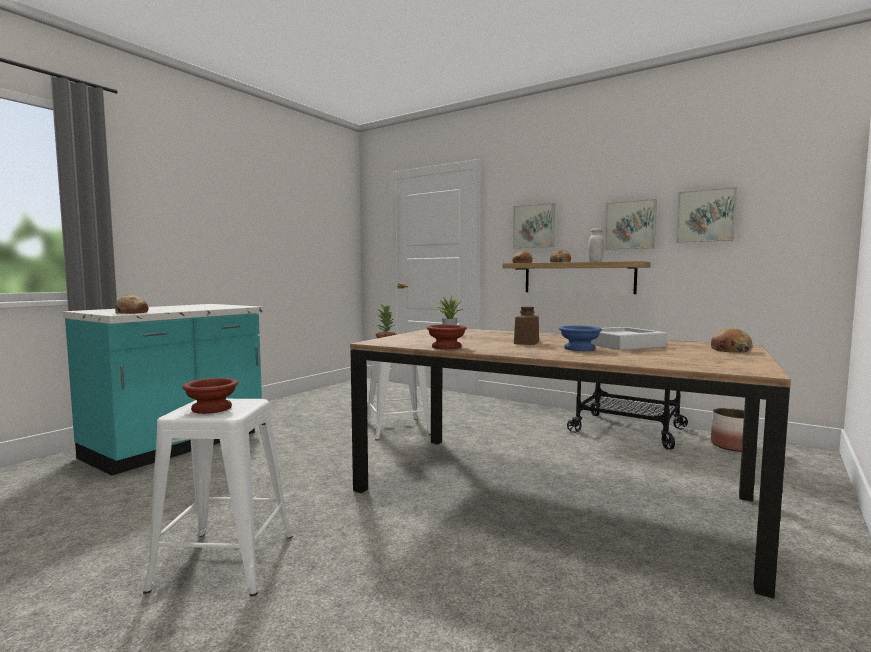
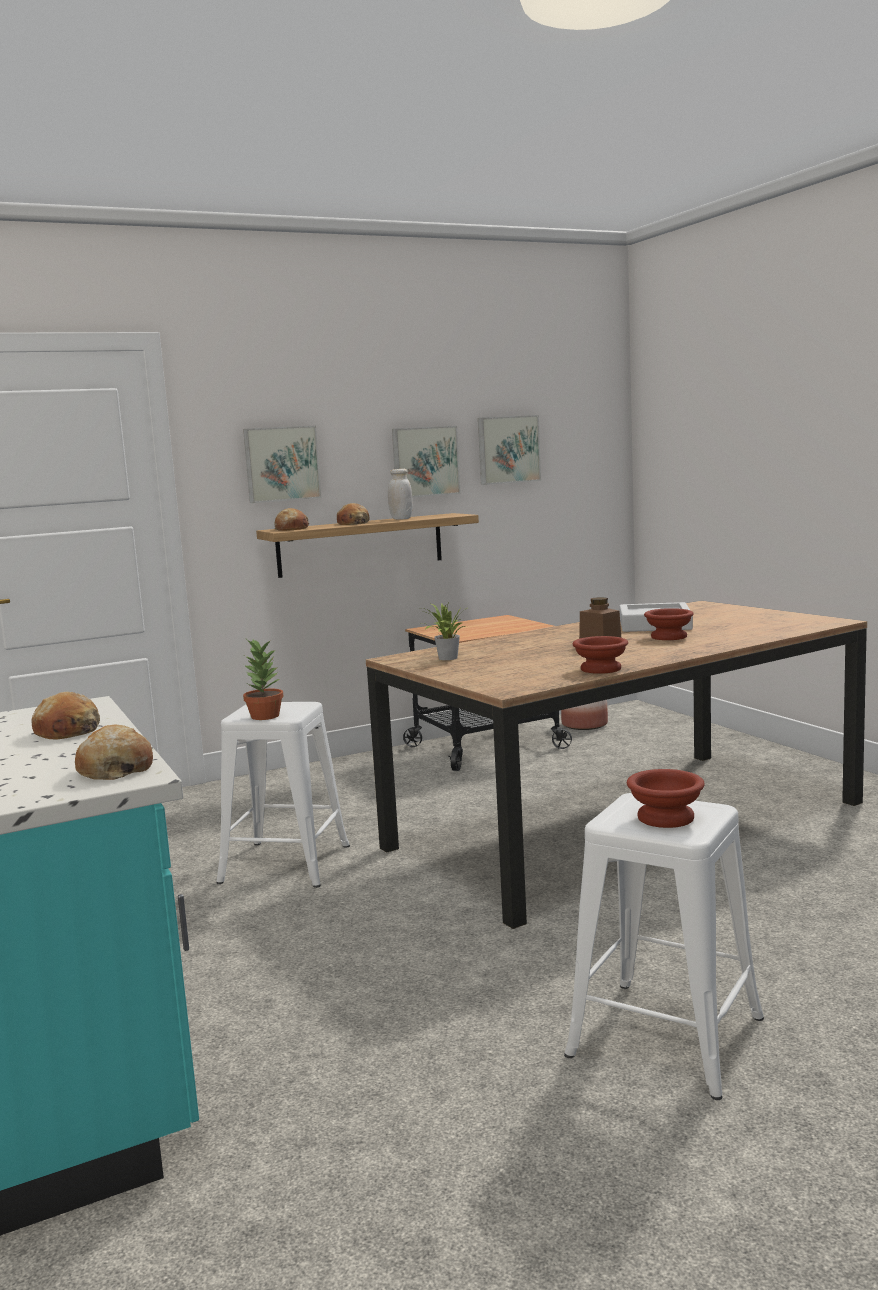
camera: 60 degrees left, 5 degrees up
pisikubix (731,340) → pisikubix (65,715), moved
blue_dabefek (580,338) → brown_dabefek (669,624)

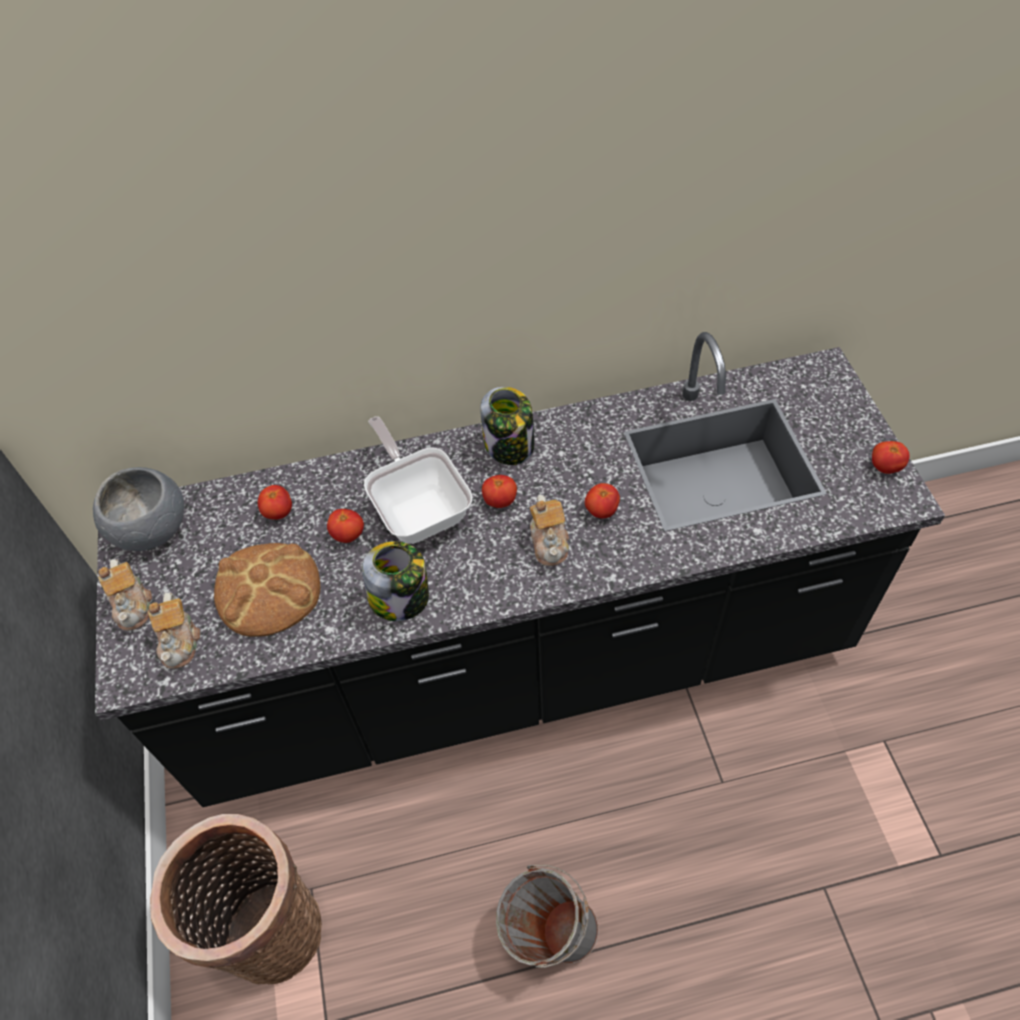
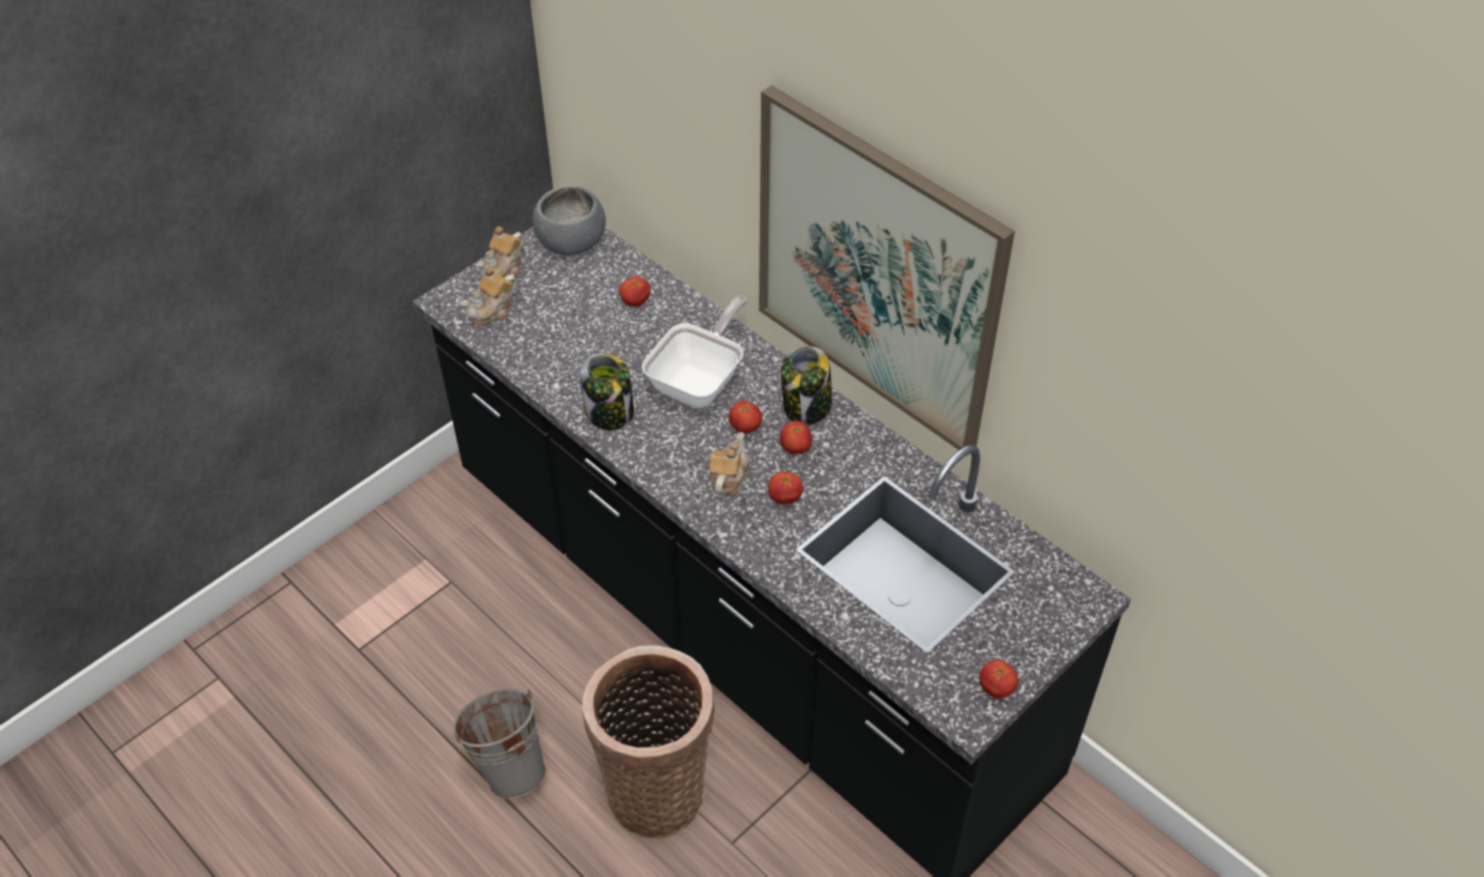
camera: 55 degrees right, 5 degrees down
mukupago (236,899) → mukupago (648,742), moved
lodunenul (549,530) → lodunenul (728,464), 150 degrees clockwise
- → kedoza (887,270)
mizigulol (345,526) → mizigulol (796,437), moved
pisikubix (267,590) → -

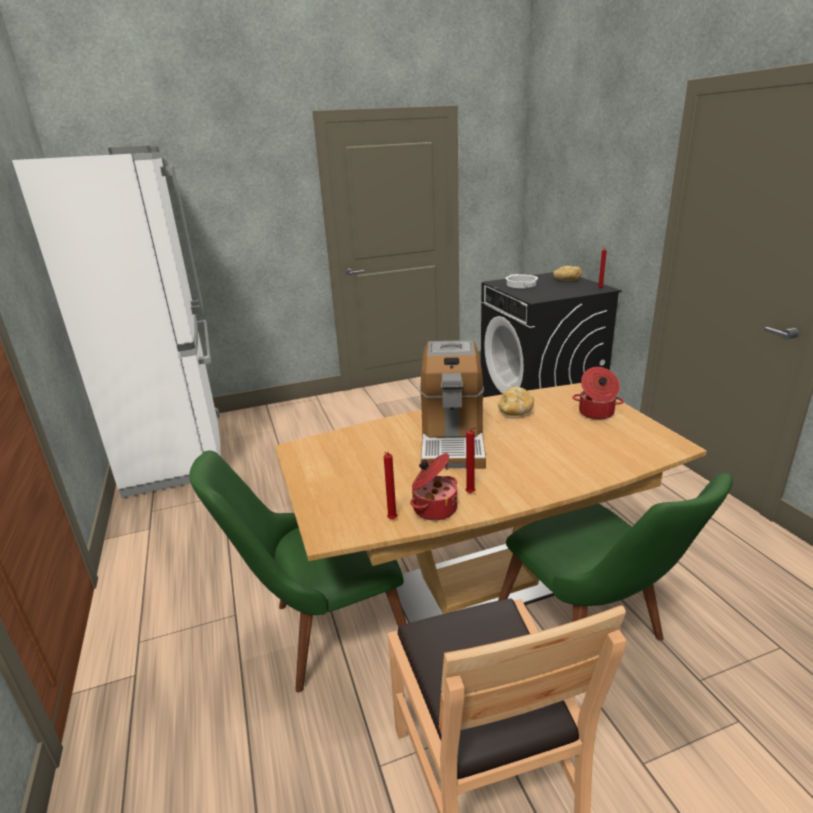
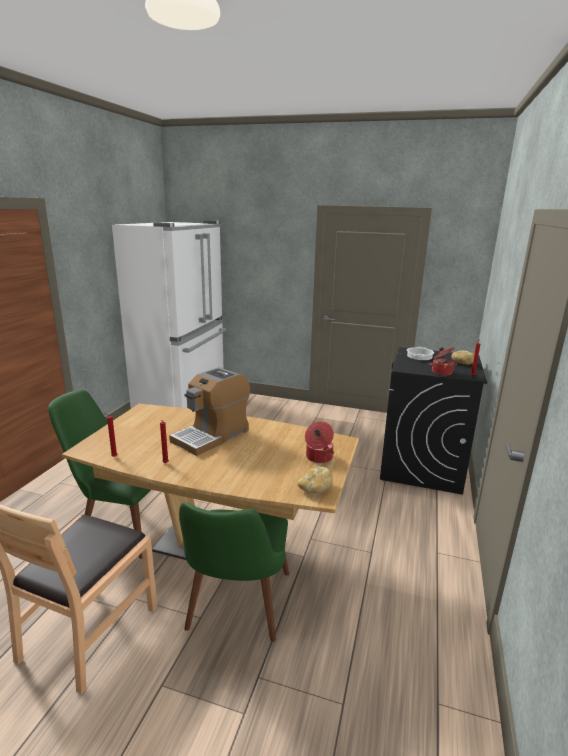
camera: 35 degrees right, 5 degrees down
pisikubix (516,401) → pisikubix (315,480), moved
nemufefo (433,487) → nemufefo (443,361), moved

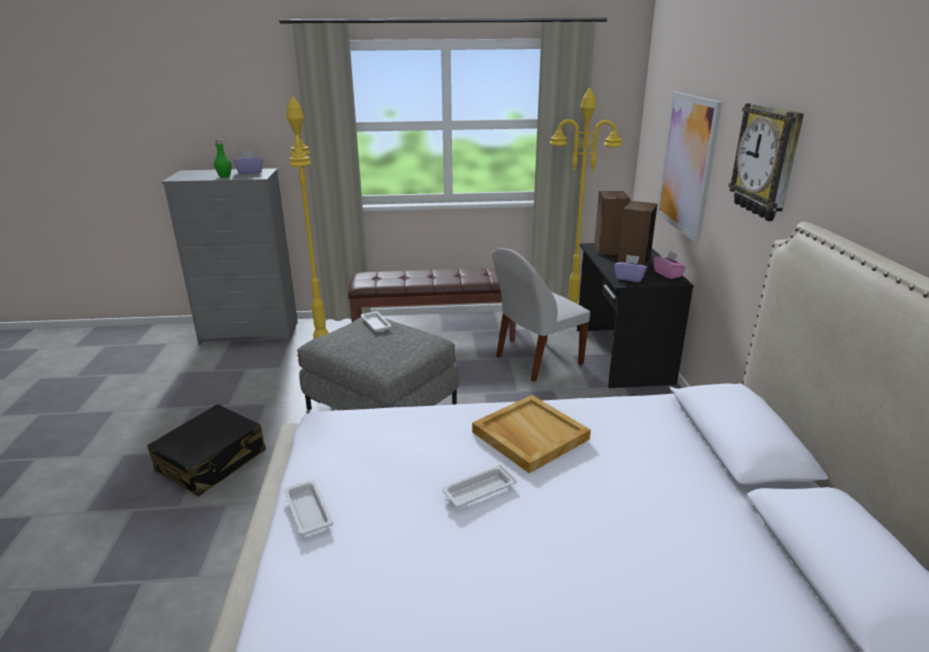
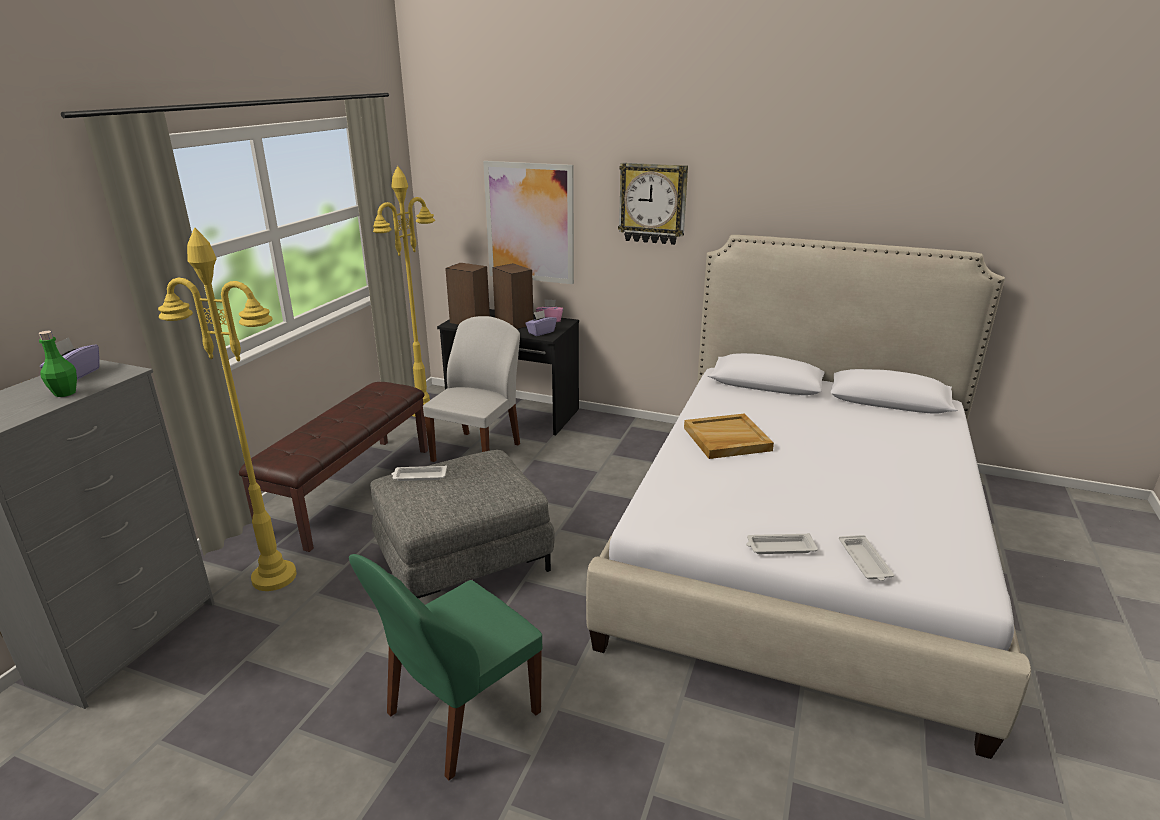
camera: 65 degrees left, 0 degrees up
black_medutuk (206,450) → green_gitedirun (445,667)
white_gitedirun (541,315) → white_gitedirun (471,389), 150 degrees counterclockwise
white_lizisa (479,486) → white_lizisa (866,558), moved

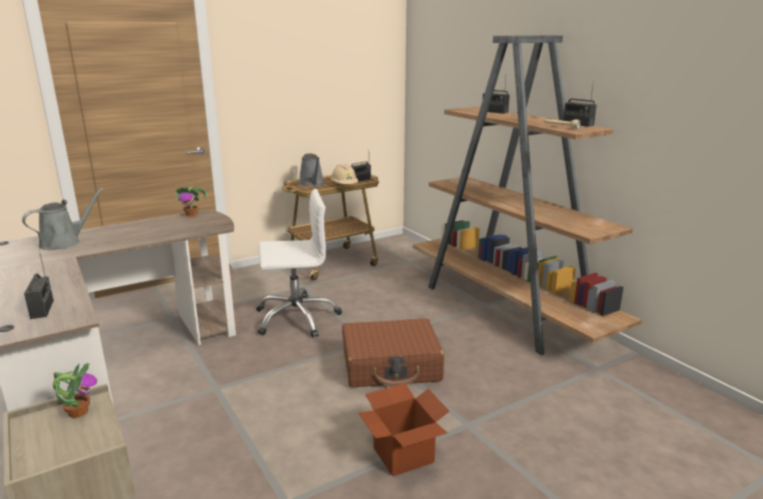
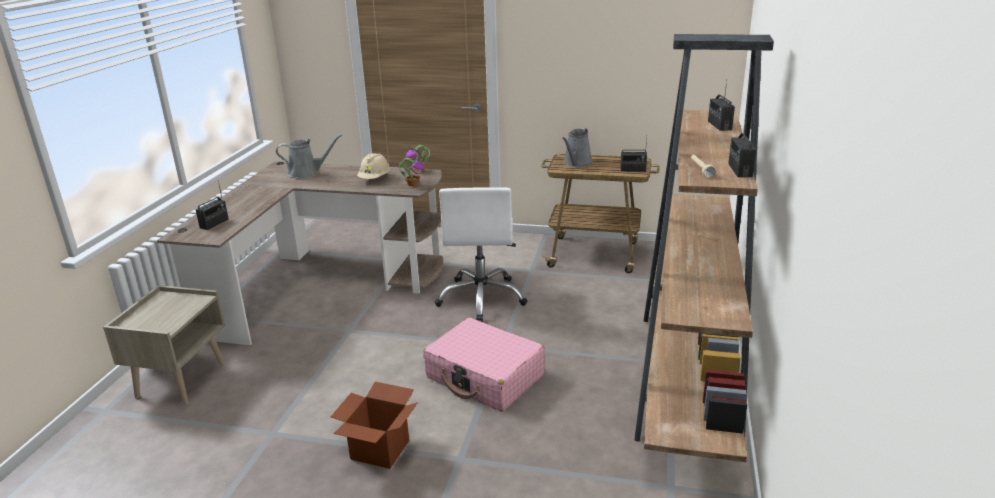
camera: 45 degrees right, 5 degrees up
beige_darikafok (344,174) → beige_darikafok (373,166), moved
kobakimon (75,390) → kobakimon (411,171), moved
brown_medutuk (393,353) → pink_medutuk (484,364)
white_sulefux (299,263) → white_sulefux (481,254), 60 degrees clockwise

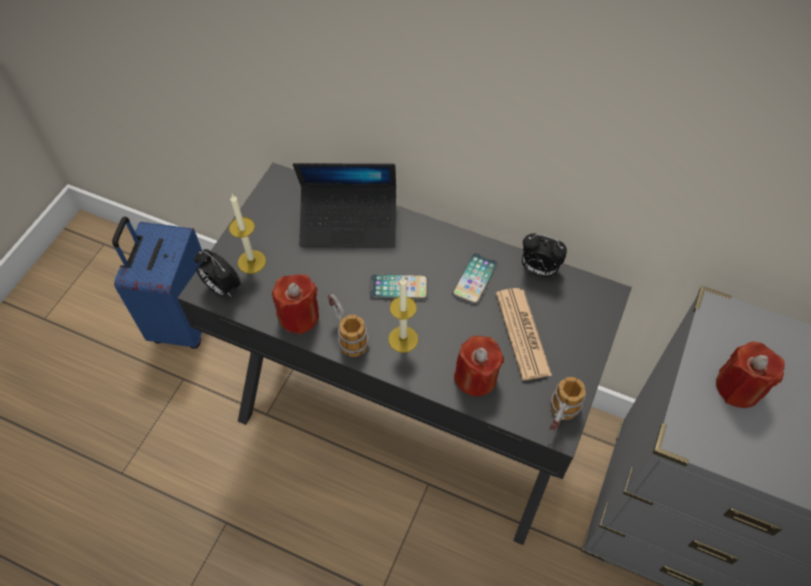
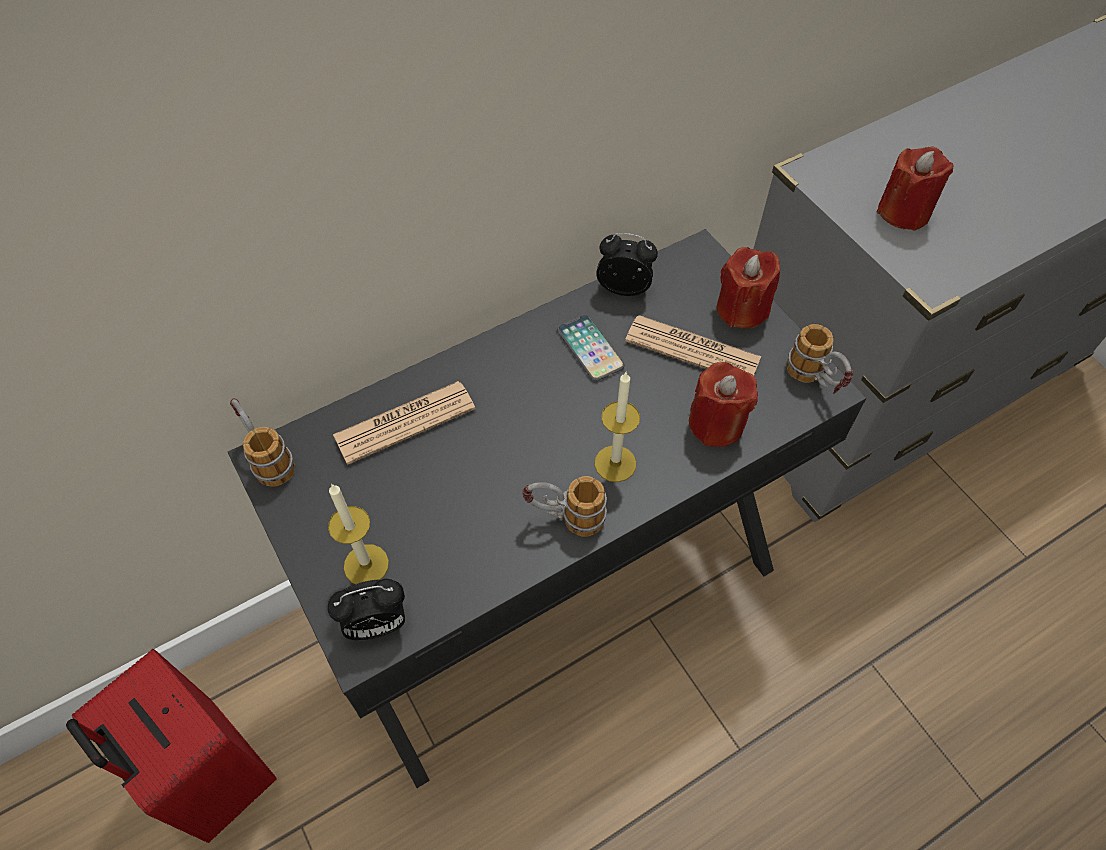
camera: 55 degrees left, 0 degrees up
blue_medutuk (157,283) → red_medutuk (171,746)
- → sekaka (262,442)
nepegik (344,205) → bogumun (404,423)
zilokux (544,255) → zilokux (627,264), 135 degrees counterclockwise
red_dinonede (295,304) → red_dinonede (748,288), moved
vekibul (398,287) → -

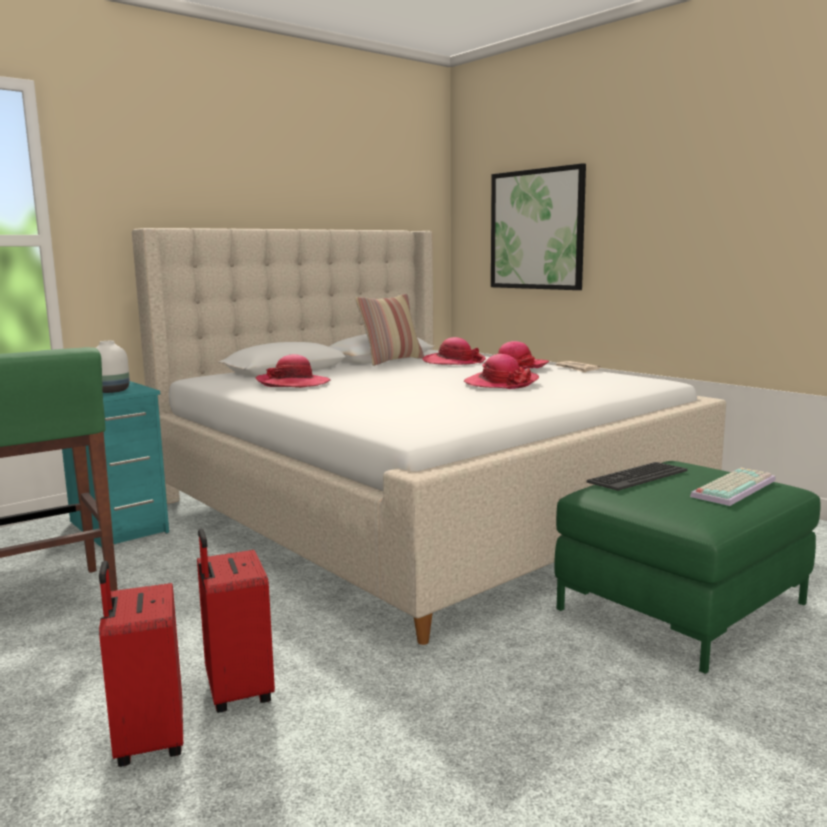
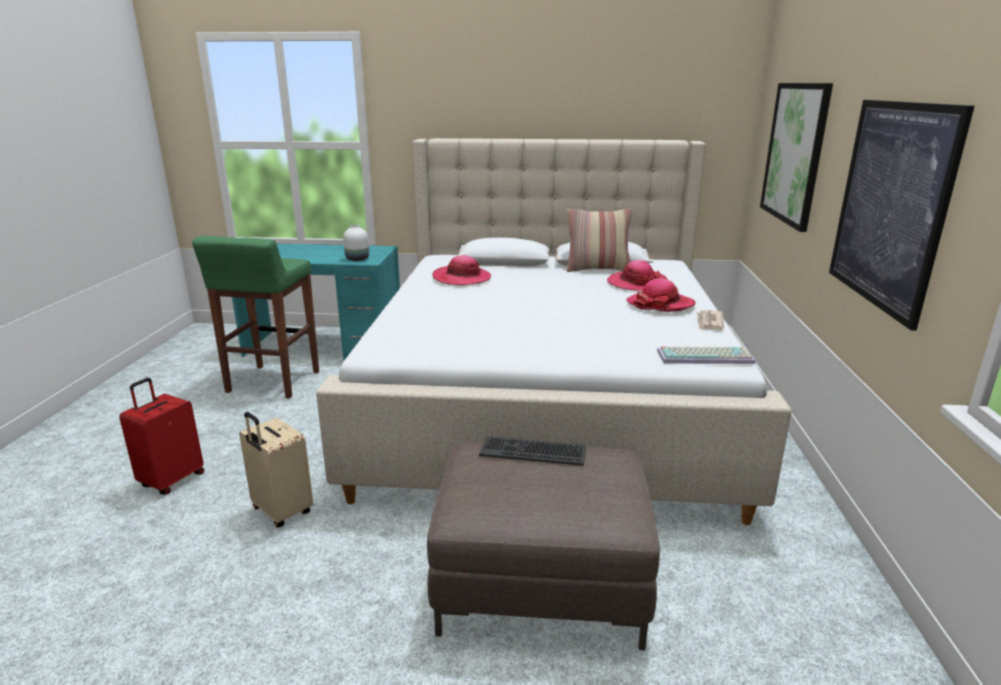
camera: 45 degrees right, 10 degrees up
- → beige_medutuk (276,469)
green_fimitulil (687,567) → brown_fimitulil (543,546)
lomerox (733,487) → lomerox (706,355), moved
- → kedoza (902,215)
red_medutuk (236,621) → -
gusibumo (501,371) → -

